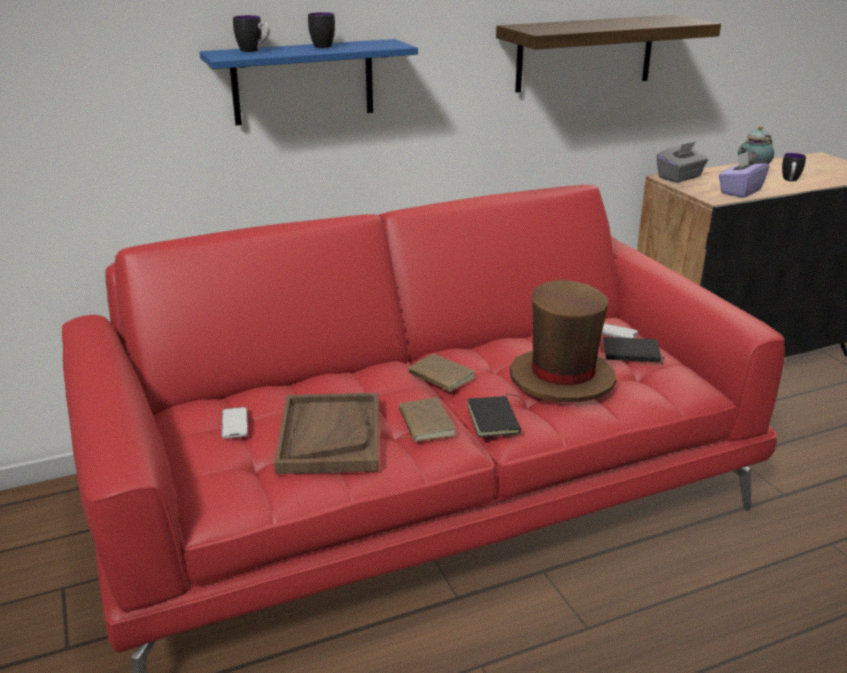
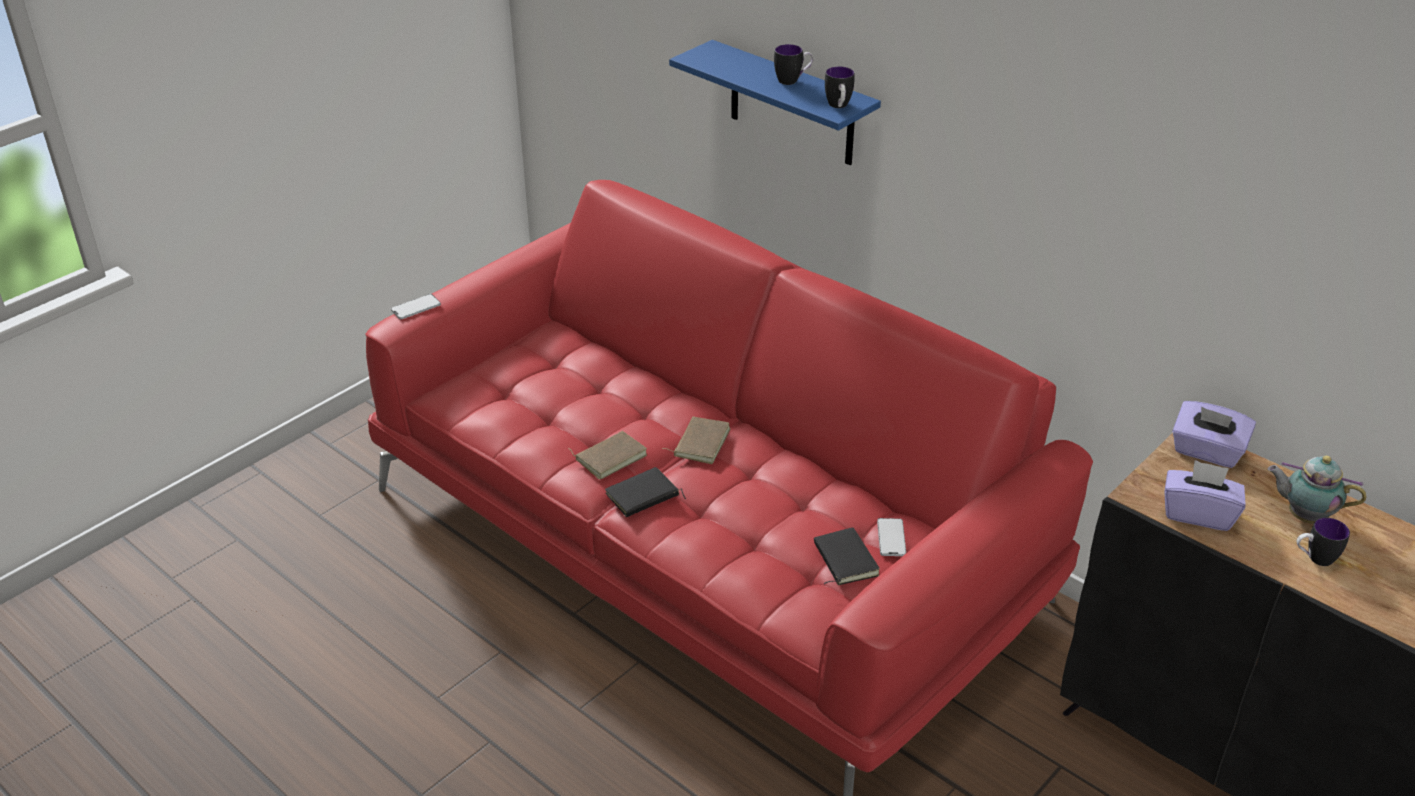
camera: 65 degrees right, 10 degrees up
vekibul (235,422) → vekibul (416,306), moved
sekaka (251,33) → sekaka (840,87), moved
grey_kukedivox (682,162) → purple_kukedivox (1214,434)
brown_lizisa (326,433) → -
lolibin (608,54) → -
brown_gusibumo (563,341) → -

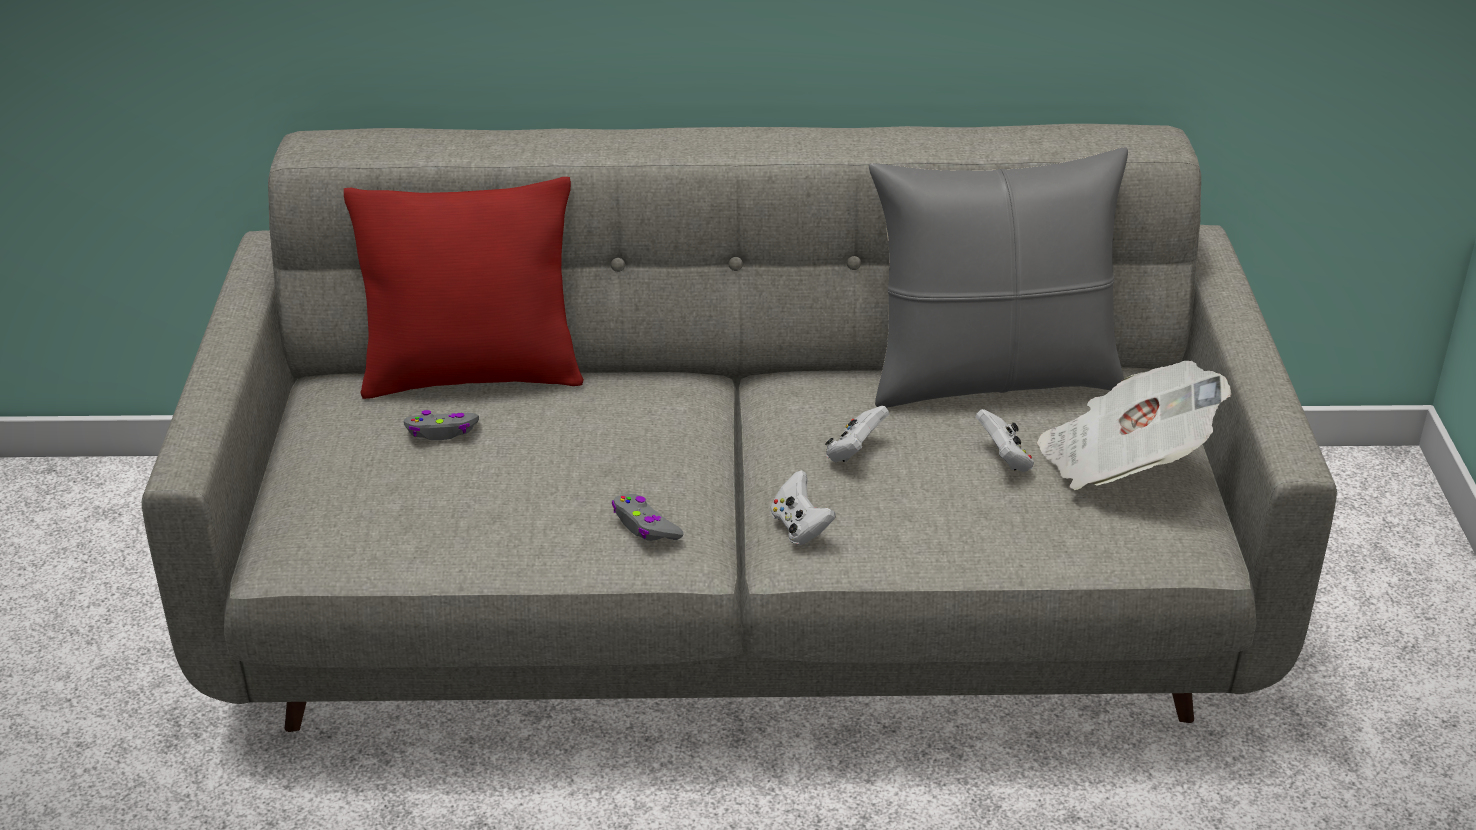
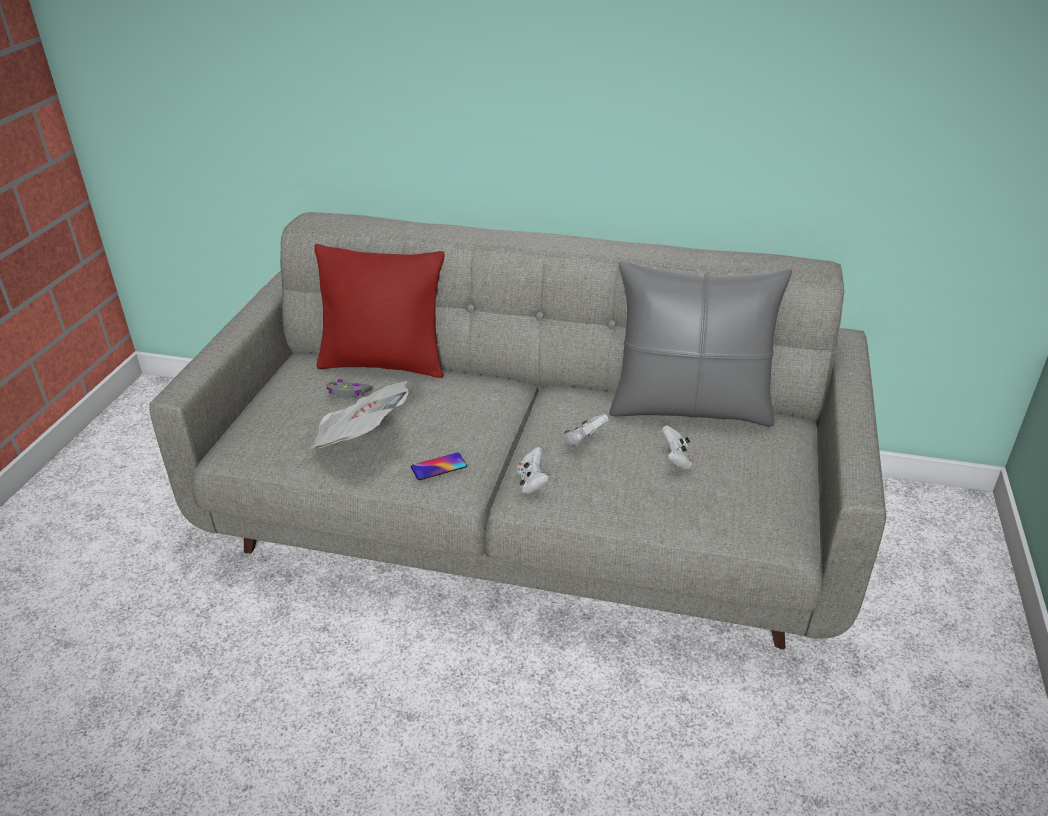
camera: 15 degrees right, 0 degrees up
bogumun (1134,425) → bogumun (359,415), moved
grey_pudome (648,517) → vekibul (439,466)

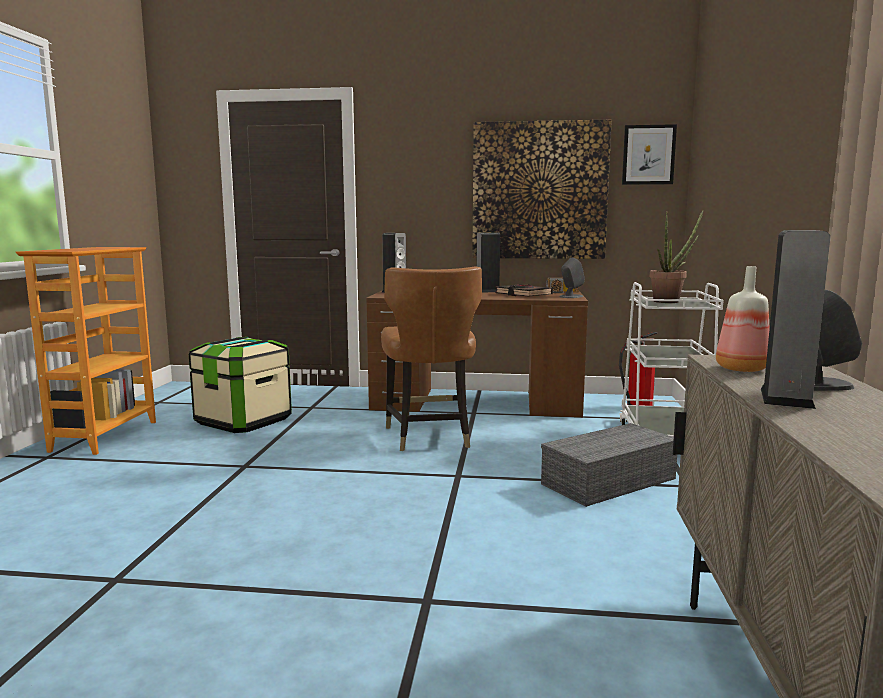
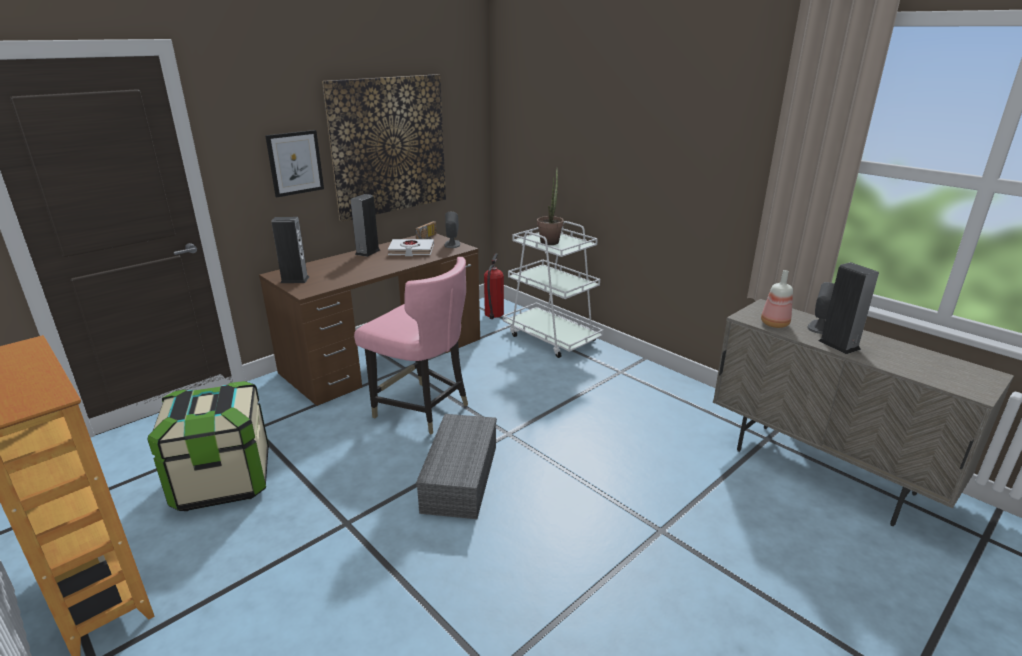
camera: 50 degrees left, 15 degrees up
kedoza (649,154) → kedoza (294,163), moved
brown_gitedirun (431,359) → pink_gitedirun (411,345)
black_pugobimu (524,290) → white_pugobimu (411,247)
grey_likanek (609,465) → grey_likanek (456,466), moved

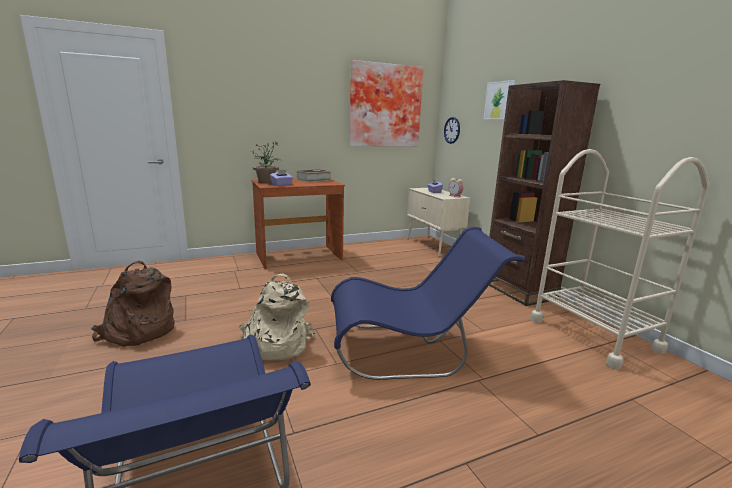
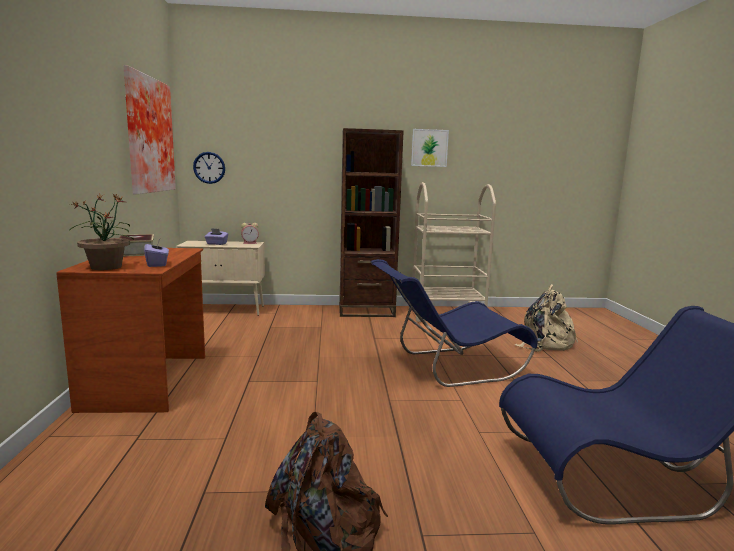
camera: 70 degrees left, 5 degrees down
blue_gitedirun (428,303) → blue_gitedirun (454,323), 120 degrees counterclockwise
kedoza (499,99) → kedoza (430,148), moved
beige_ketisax (277,317) → beige_ketisax (546,318), moved

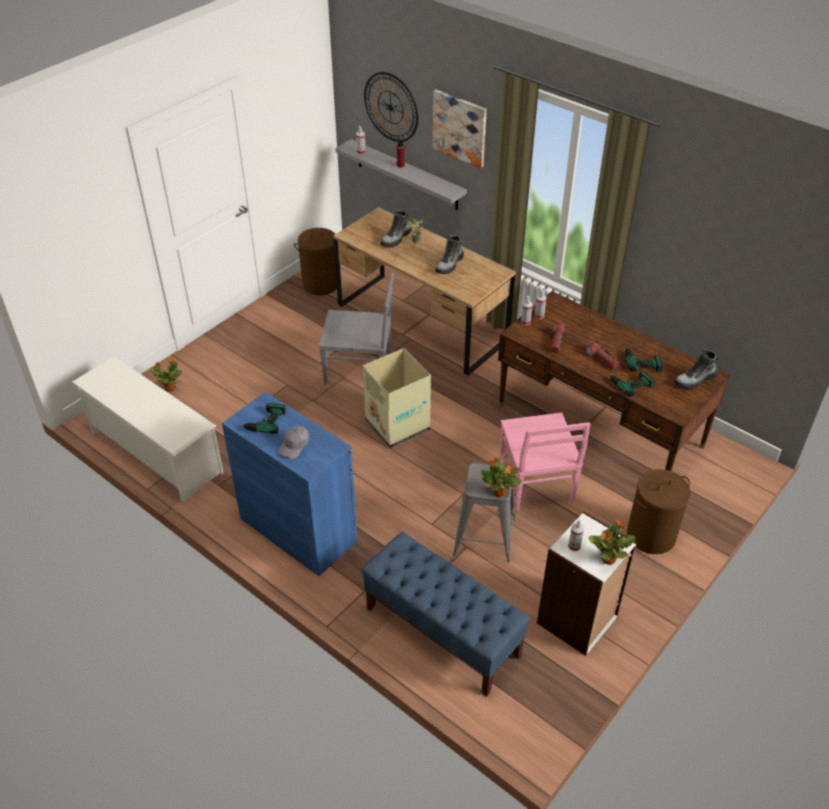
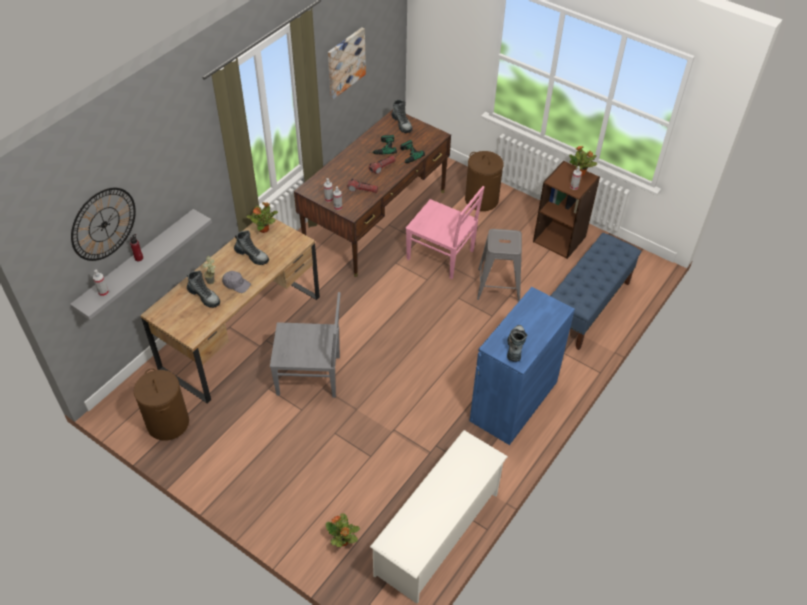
camera: 95 degrees left, 5 degrees up
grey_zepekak (293,442) → grey_zepekak (236,282), moved
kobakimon (501,477) → kobakimon (262,217), moved
grey_gitedirun (356,328) → grey_gitedirun (305,345), 90 degrees clockwise
kedoza (460,129) → kedoza (347,63), moved
pink_gitedirun (545,461) → pink_gitedirun (444,232), 45 degrees clockwise
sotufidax (262,418) → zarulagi (517,343)
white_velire (587,584) → brown_velire (566,210)
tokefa (397,398) → -

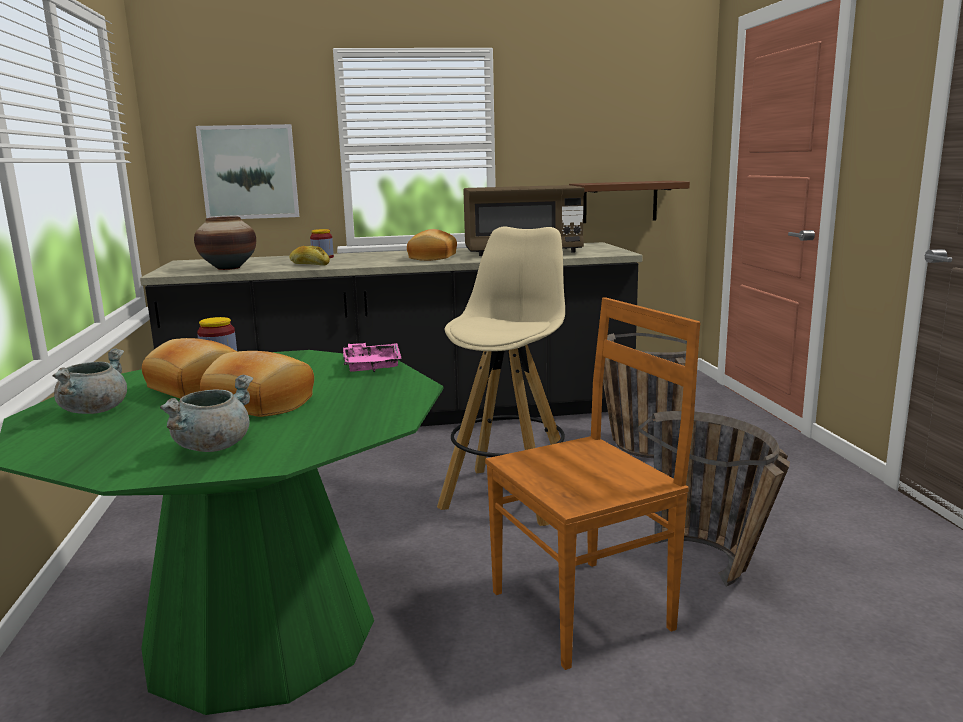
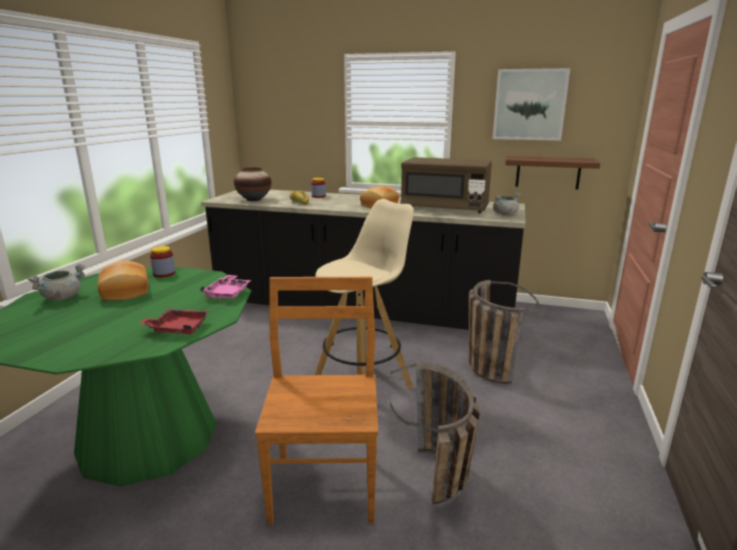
camera: 25 degrees right, 5 degrees up
- → red_lizisa (174,321)
brown_gitedirun (593,483) → brown_gitedirun (316,401), 90 degrees counterclockwise
kedoza (247,171) → kedoza (531,104), moved
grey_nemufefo (206,413) → grey_nemufefo (507,204), moved
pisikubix (257,384) → -

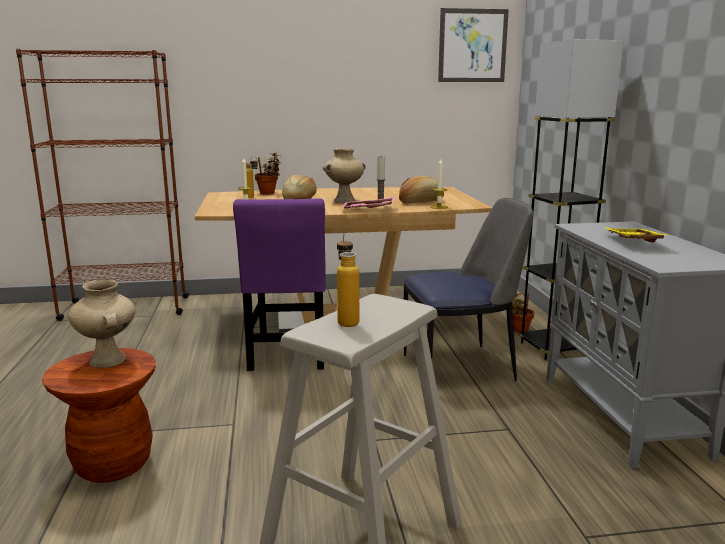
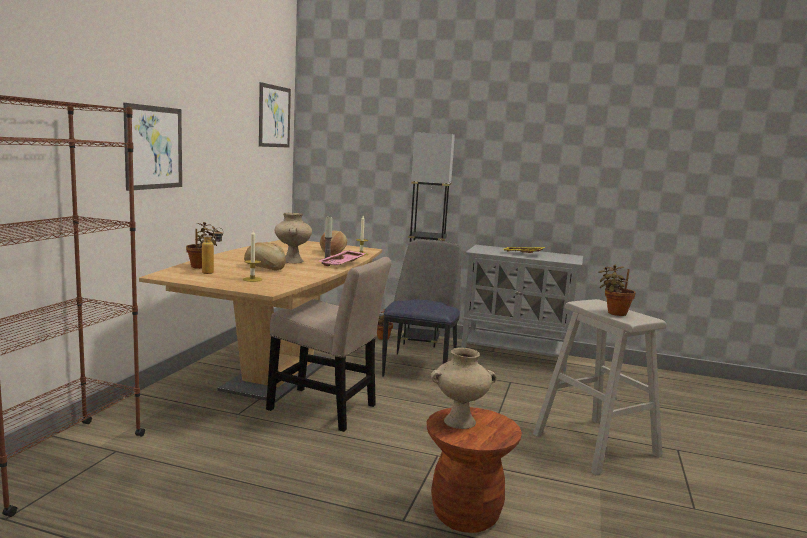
camera: 65 degrees left, 5 degrees down
- → kedoza (152,147)
purple_gitedirun (279,284) → beige_gitedirun (329,344)
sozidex (348,280) → kobakimon (617,290)

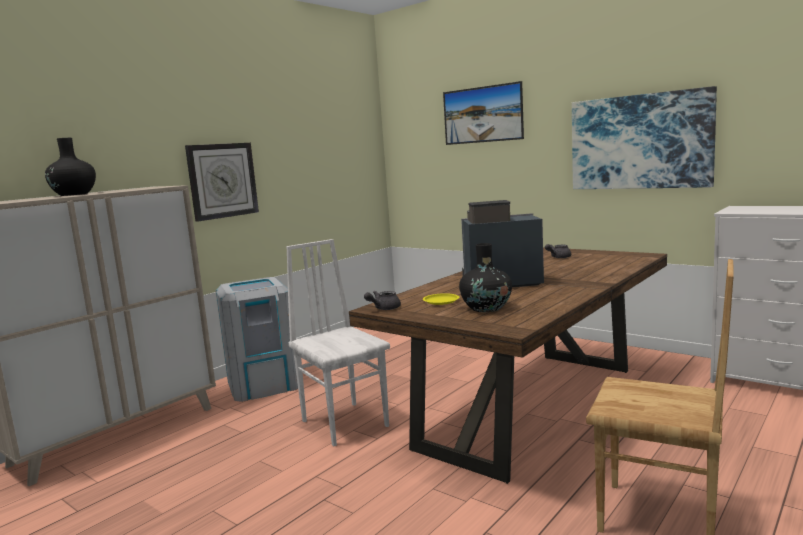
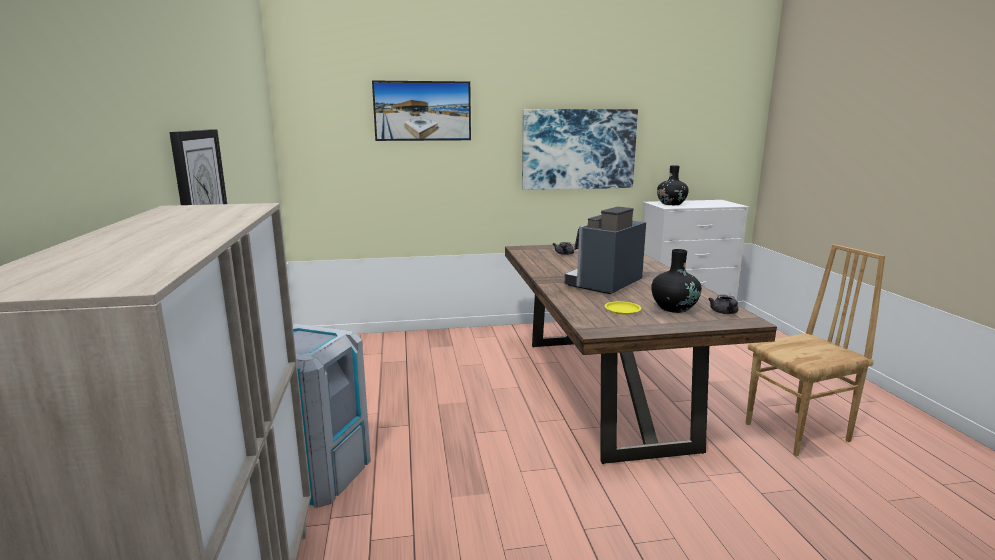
camera: 50 degrees left, 5 degrees up
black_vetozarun (70,167) → black_vetozarun (673,185), moved
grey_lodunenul (382,300) → grey_lodunenul (723,304), moved
white_gitedirun (338,342) → -

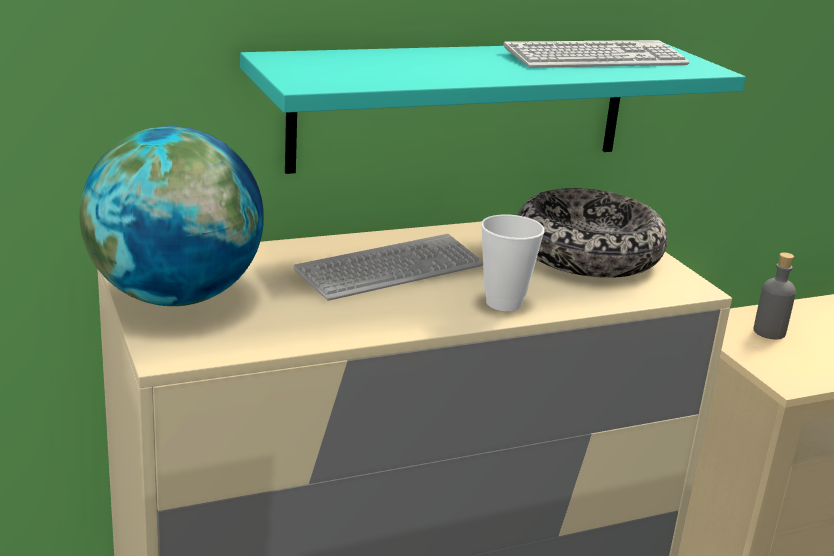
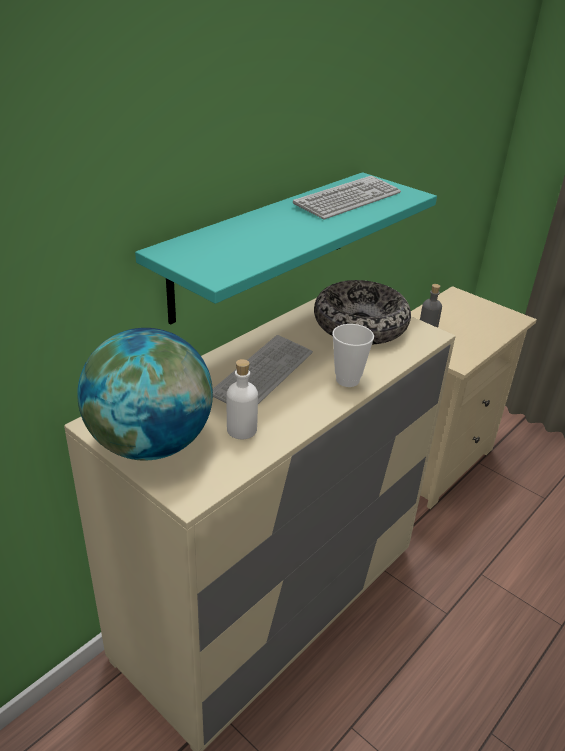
camera: 25 degrees left, 10 degrees up
- → white_sozidex (242,399)

